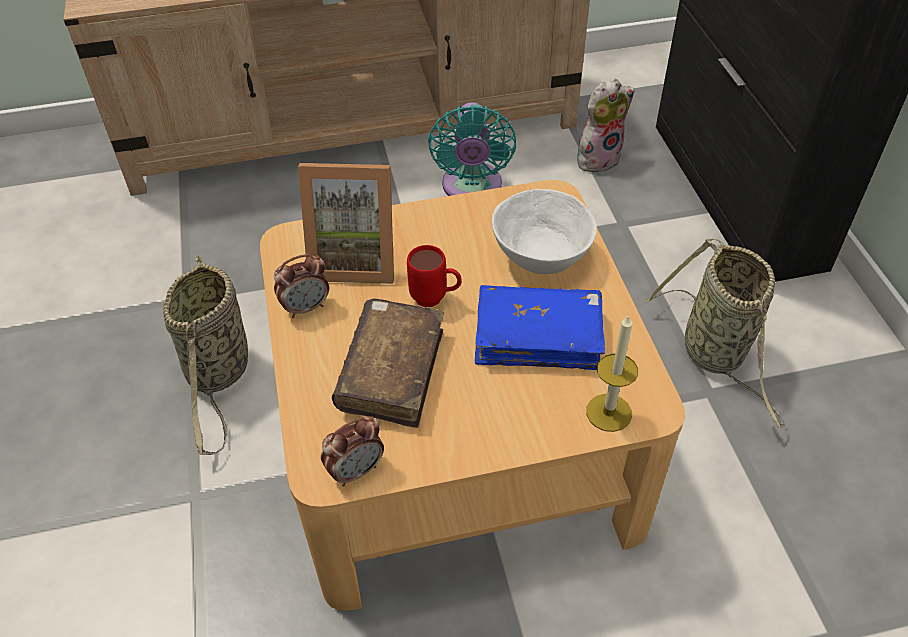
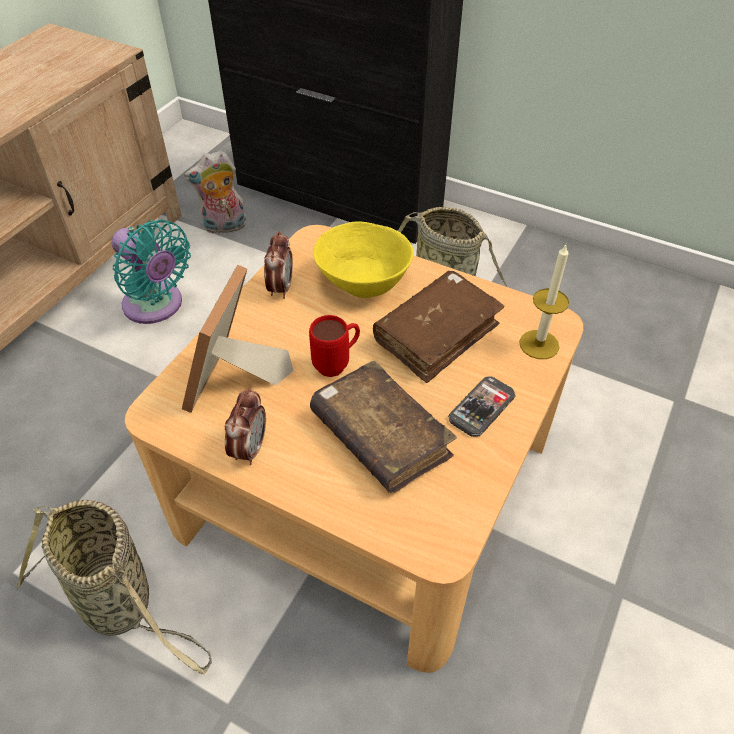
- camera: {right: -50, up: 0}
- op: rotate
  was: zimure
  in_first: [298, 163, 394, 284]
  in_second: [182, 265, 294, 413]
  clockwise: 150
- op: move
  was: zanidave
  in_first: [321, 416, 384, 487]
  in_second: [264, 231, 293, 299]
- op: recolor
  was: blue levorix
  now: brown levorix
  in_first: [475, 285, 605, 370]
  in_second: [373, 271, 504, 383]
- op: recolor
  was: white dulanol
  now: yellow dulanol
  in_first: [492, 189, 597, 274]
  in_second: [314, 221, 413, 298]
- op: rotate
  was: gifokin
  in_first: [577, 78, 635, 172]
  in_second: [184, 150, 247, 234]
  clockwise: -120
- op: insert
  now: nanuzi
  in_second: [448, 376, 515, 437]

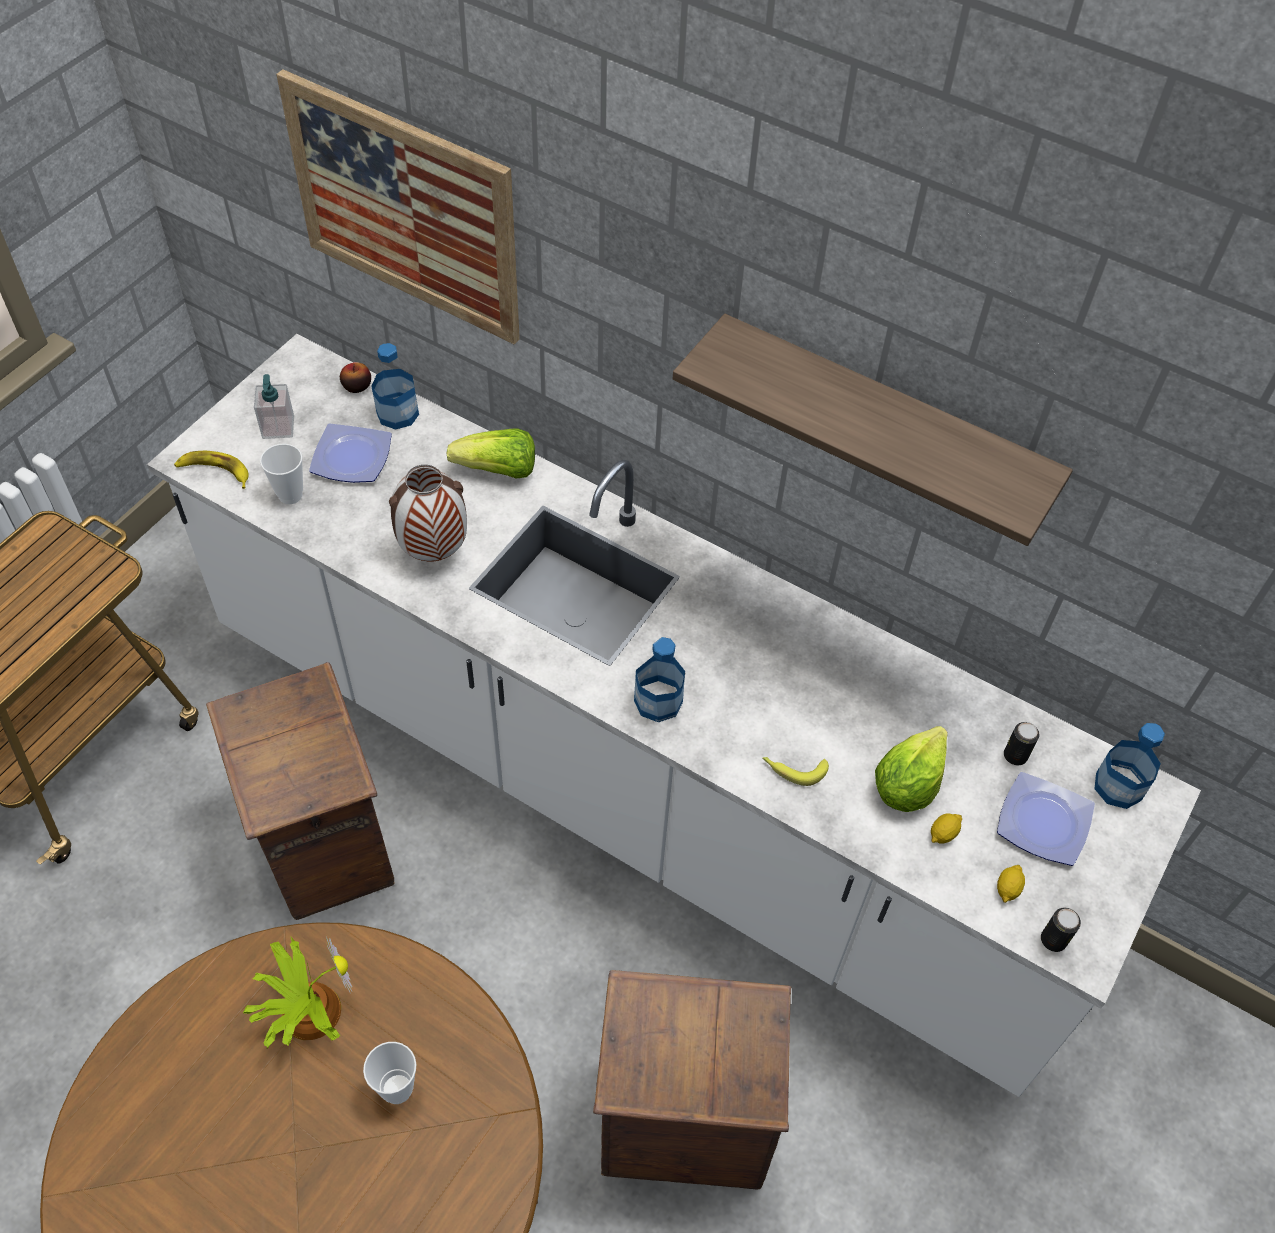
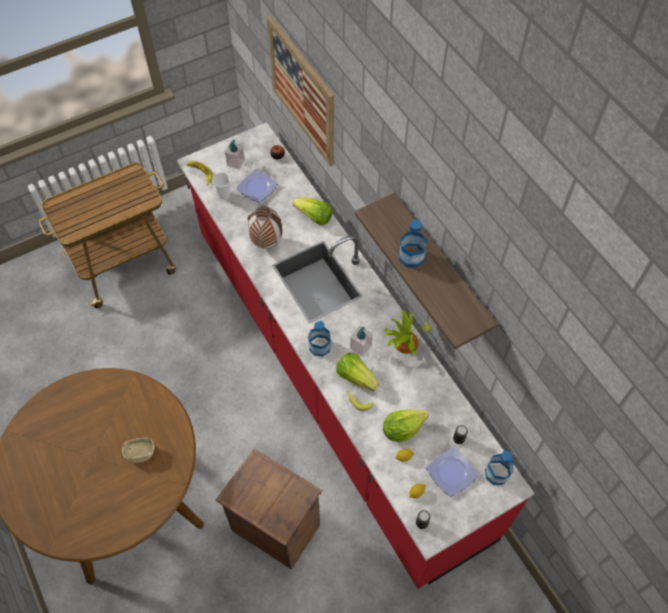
- camera: {right: 30, up: 5}
- op: recolor
  was: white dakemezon
  now: red dakemezon
  in_first: [147, 334, 1201, 1097]
  in_second: [177, 122, 535, 589]
- op: delete
  was: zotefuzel
  in_first: [206, 662, 395, 920]
- op: move
  was: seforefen
  in_first: [243, 936, 352, 1049]
  in_second: [384, 310, 430, 355]
- op: replace
  was: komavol
  now: beige dulanol
  in_first: [363, 1042, 416, 1104]
  in_second: [122, 438, 155, 463]
- op: move
  was: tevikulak
  in_first: [371, 343, 419, 430]
  in_second: [399, 220, 427, 268]
- op: insert
  now: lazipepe
  in_second: [336, 353, 379, 391]
- op: insert
  now: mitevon
  in_second: [350, 326, 373, 356]

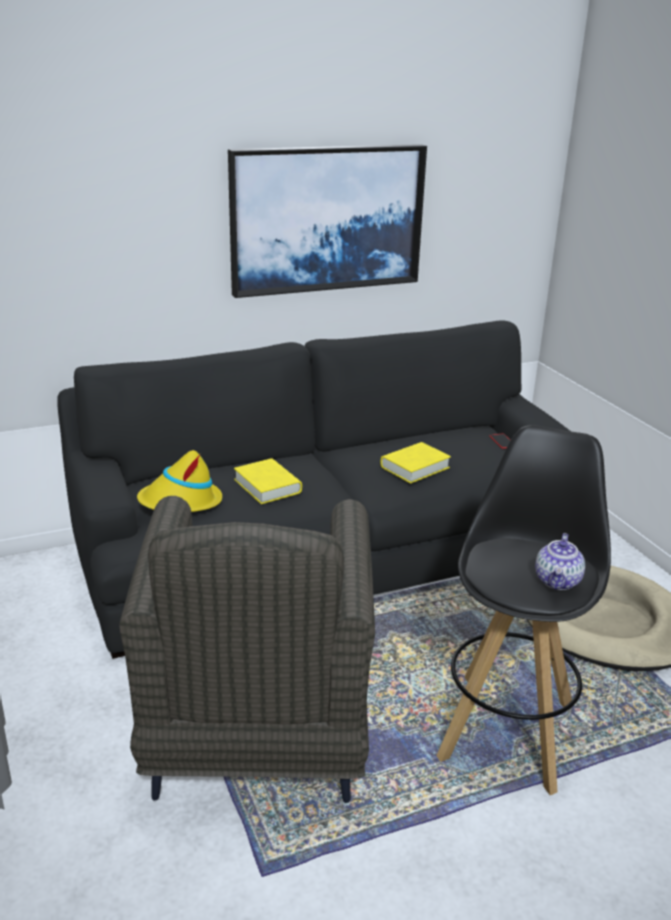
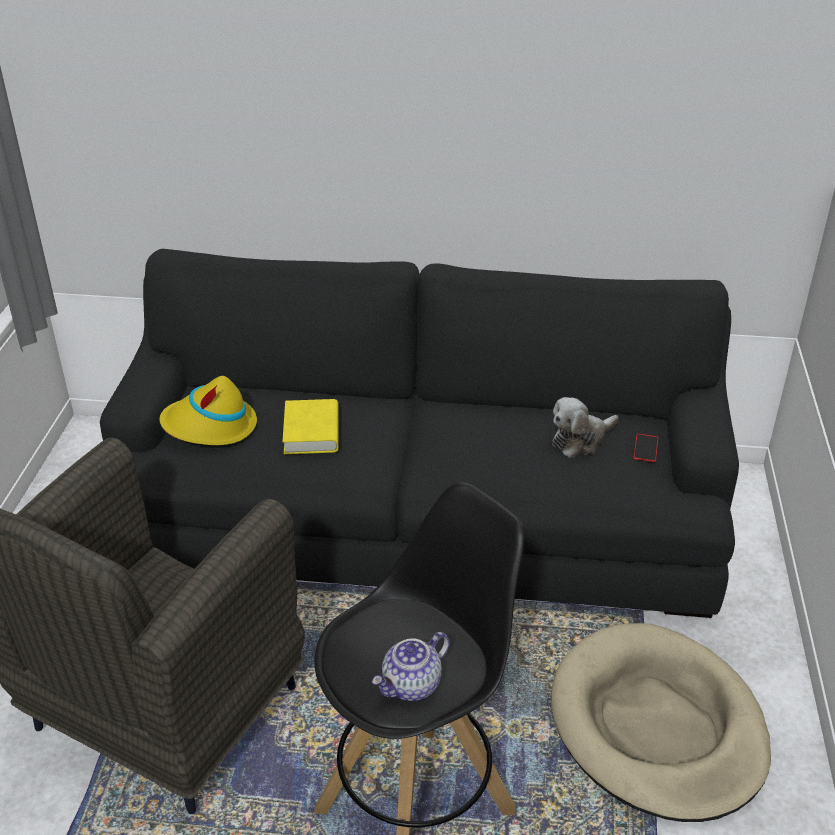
- camera: {right: 30, up: 10}
- op: delete
  was: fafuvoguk
  in_first: [228, 144, 427, 298]
- op: delete
  was: yellow levorix
  in_first: [381, 442, 451, 483]
- op: insert
  now: gifokin
  in_second: [552, 397, 618, 458]

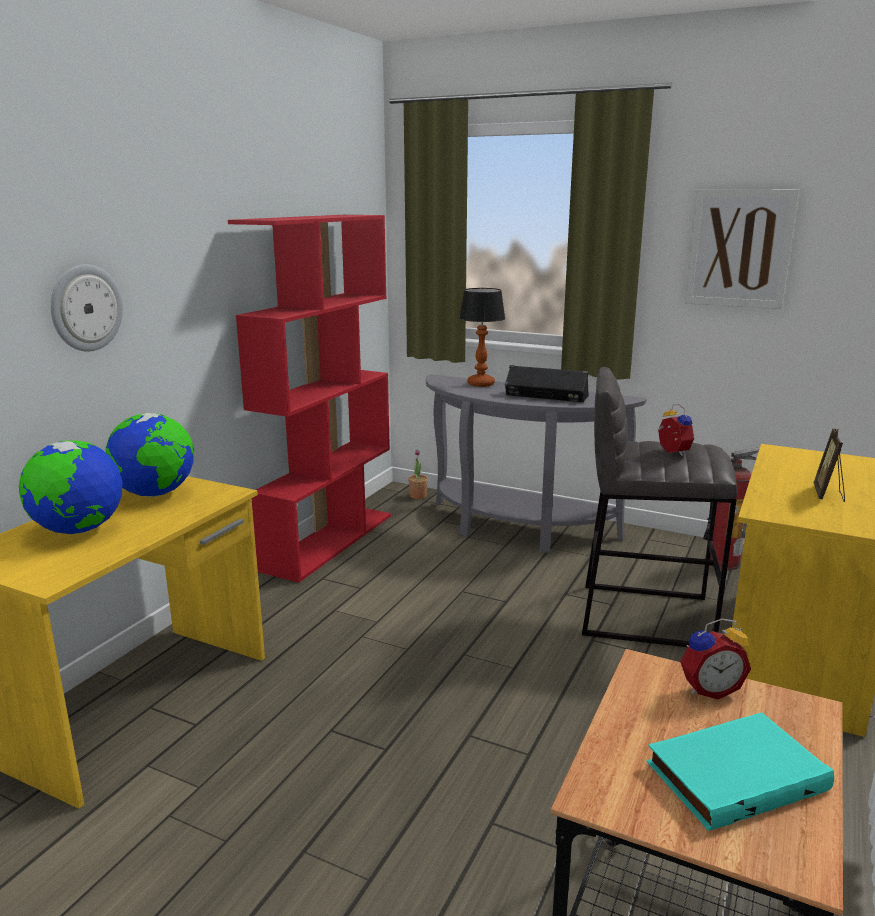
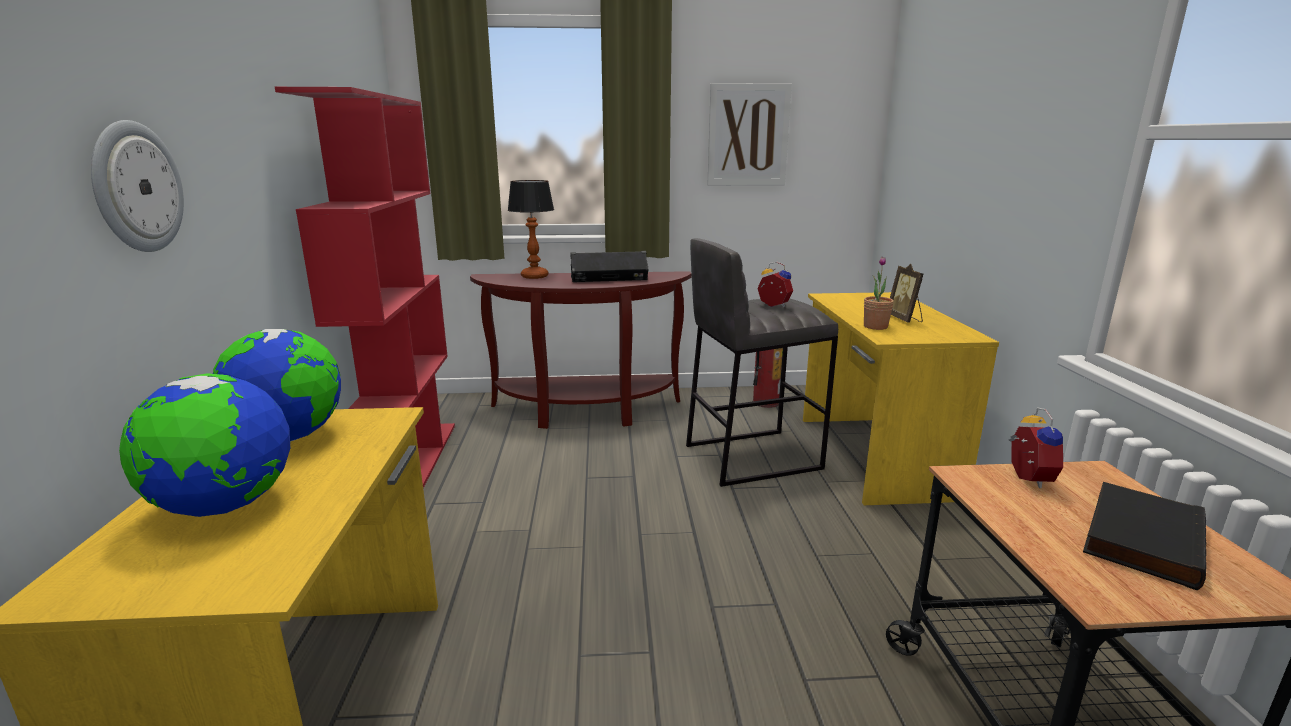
- camera: {right: -30, up: 0}
- op: move
  was: seforefen
  in_first: [408, 450, 428, 499]
  in_second: [864, 256, 894, 330]
- op: recolor
  was: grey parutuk
  now: brown parutuk
  in_first: [426, 374, 647, 553]
  in_second: [470, 271, 691, 429]
- op: recolor
  was: turquoise levorix
  now: black levorix
  in_first: [647, 712, 834, 831]
  in_second: [1083, 482, 1207, 591]
- op: rotate
  was: zanidave
  in_first: [680, 618, 751, 699]
  in_second: [1008, 408, 1063, 489]
  clockwise: -45

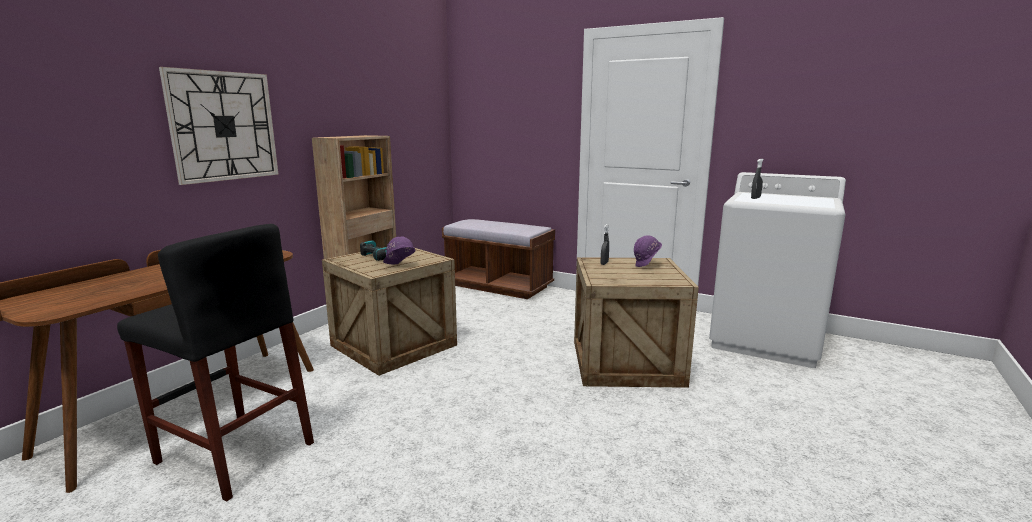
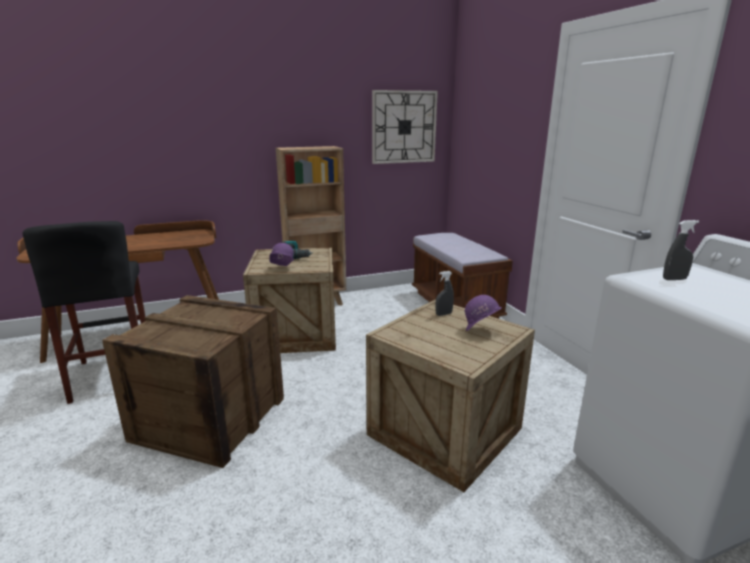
- camera: {right: 40, up: 5}
- op: move
  was: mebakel
  in_first: [159, 67, 279, 185]
  in_second: [372, 90, 438, 164]
- op: insert
  now: zotefuzel
  in_second: [102, 295, 284, 468]

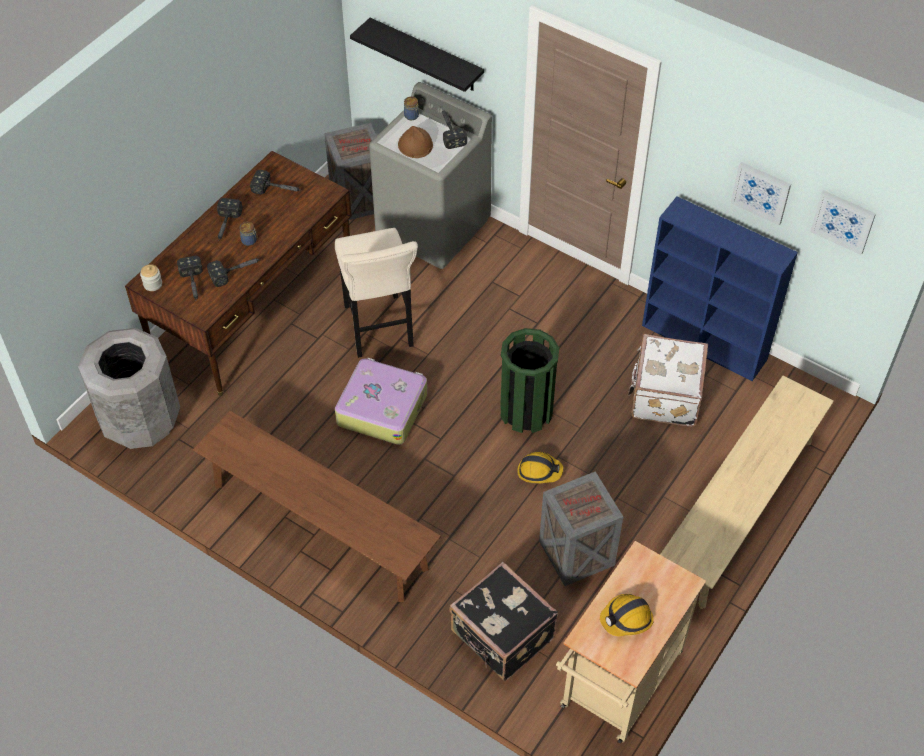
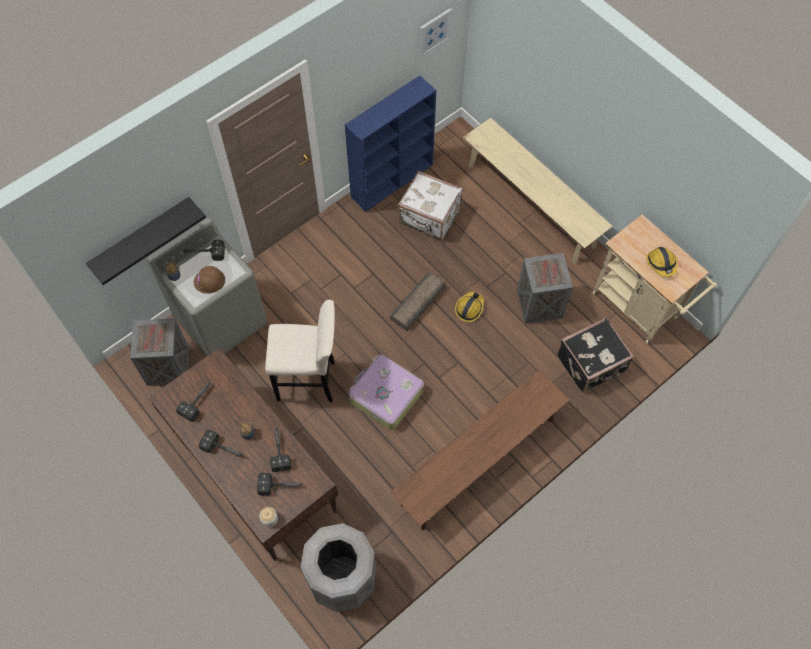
- camera: {right: -75, up: 10}
- op: replace
  was: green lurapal
  now: zotefuzel
  in_first: [500, 328, 559, 433]
  in_second: [390, 272, 446, 331]
- op: delete
  was: fafuvoguk
  in_first: [731, 162, 791, 225]

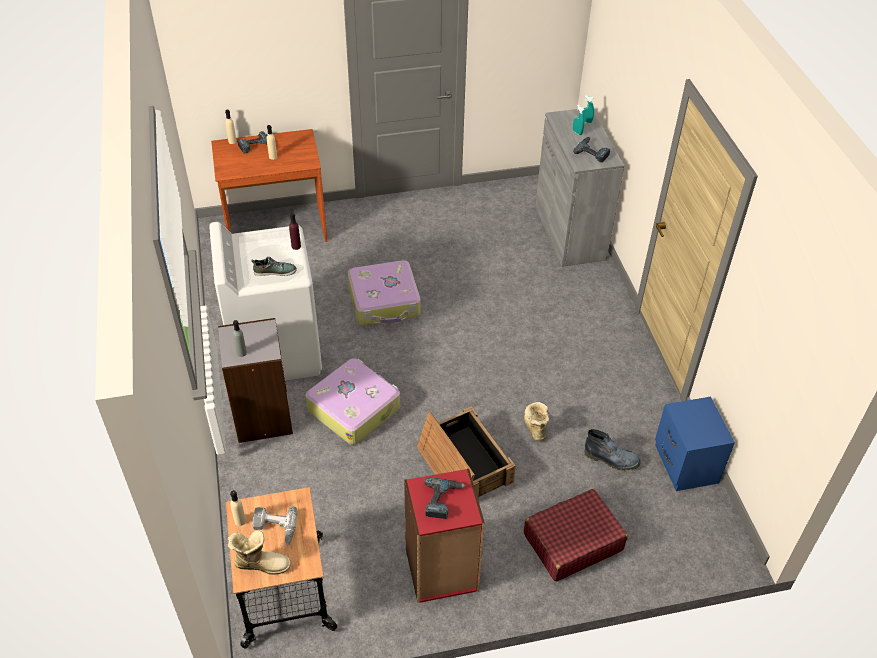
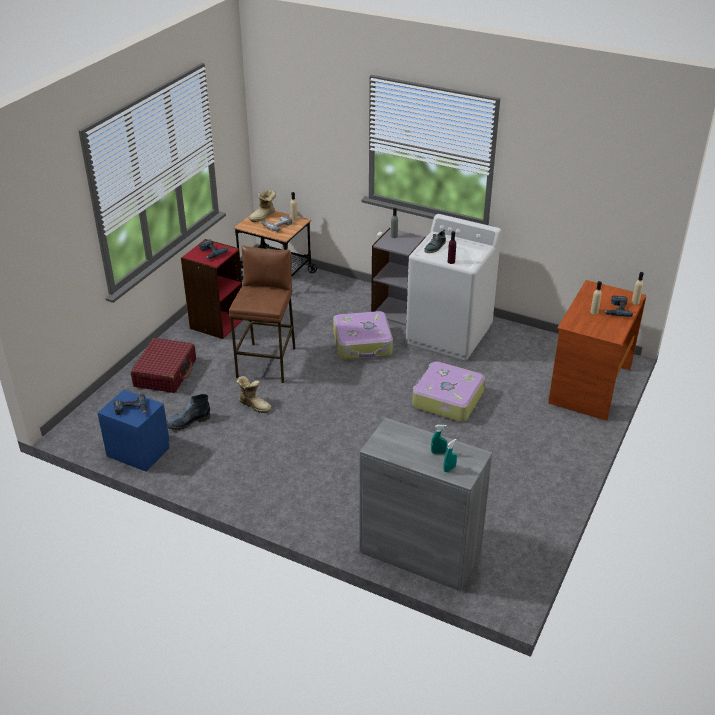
- camera: {right: 130, up: -10}
- op: replace
  was: zotefuzel
  now: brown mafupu
  in_first: [417, 406, 516, 499]
  in_second: [229, 245, 296, 383]
- op: move
  was: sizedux
  in_first: [573, 137, 610, 163]
  in_second: [113, 394, 147, 415]

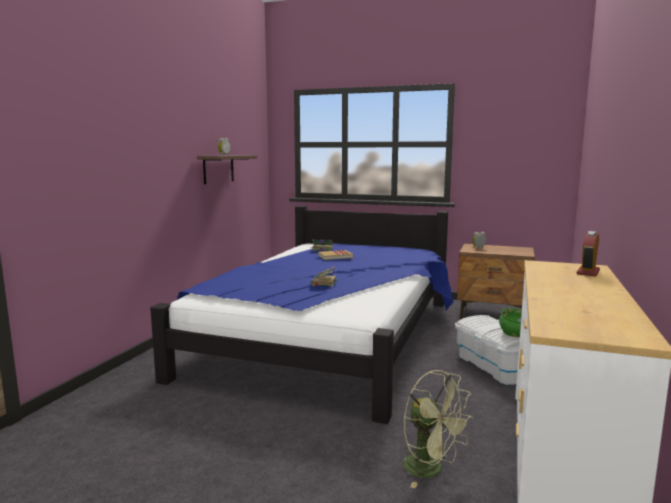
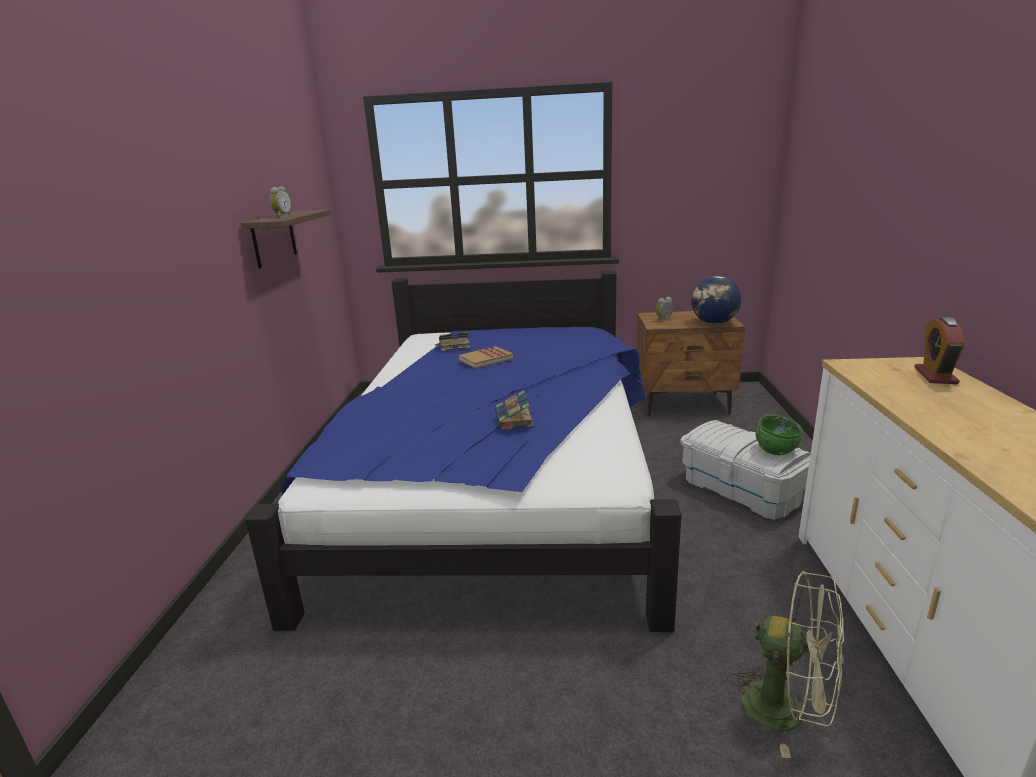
- camera: {right: -15, up: 10}
- op: insert
  now: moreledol
  in_second: [691, 276, 741, 324]

